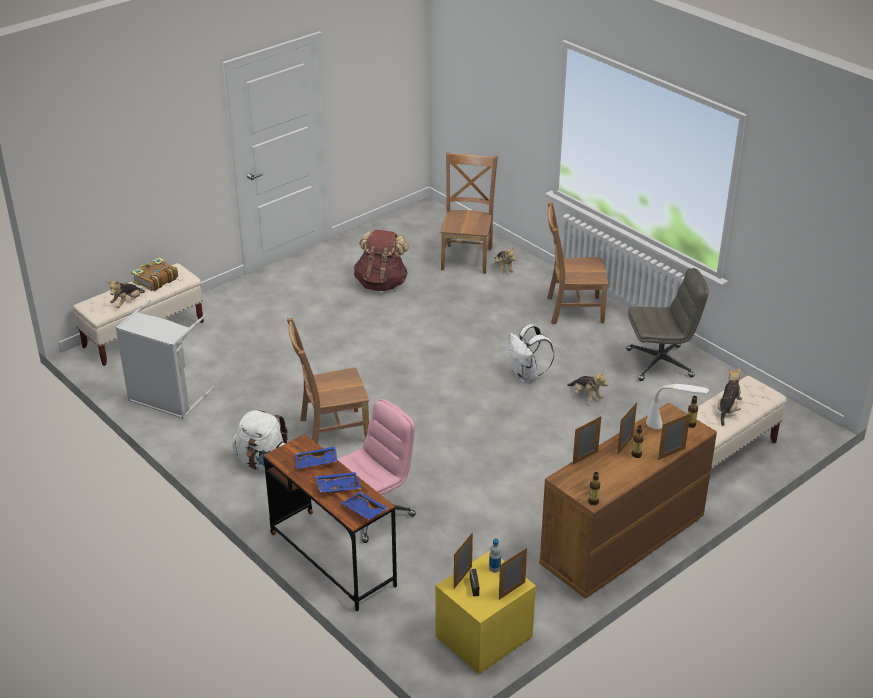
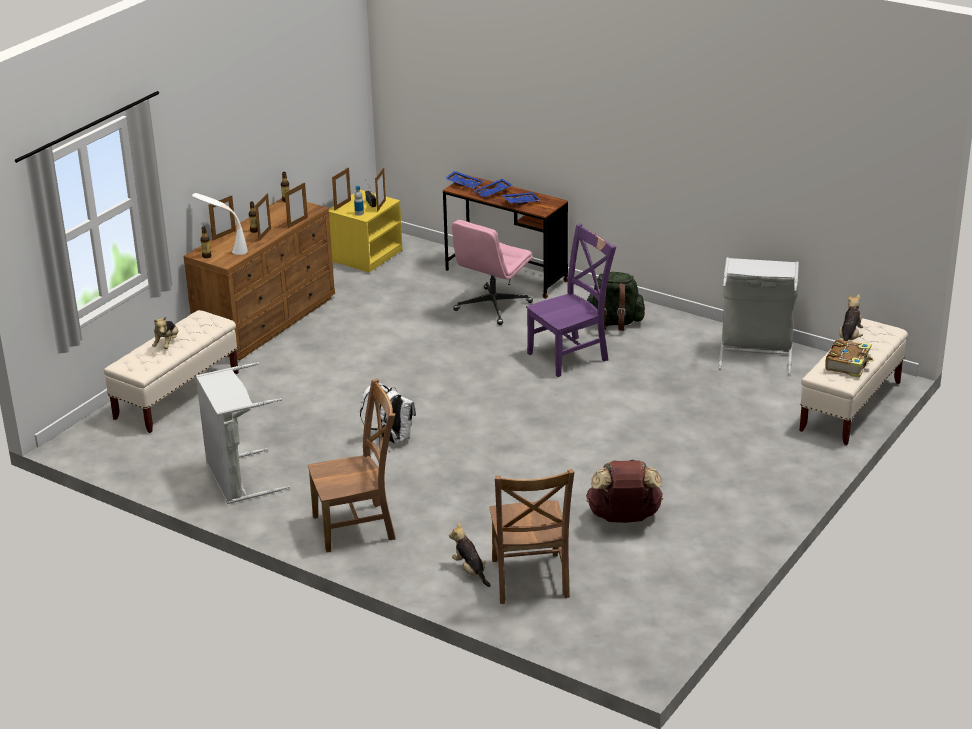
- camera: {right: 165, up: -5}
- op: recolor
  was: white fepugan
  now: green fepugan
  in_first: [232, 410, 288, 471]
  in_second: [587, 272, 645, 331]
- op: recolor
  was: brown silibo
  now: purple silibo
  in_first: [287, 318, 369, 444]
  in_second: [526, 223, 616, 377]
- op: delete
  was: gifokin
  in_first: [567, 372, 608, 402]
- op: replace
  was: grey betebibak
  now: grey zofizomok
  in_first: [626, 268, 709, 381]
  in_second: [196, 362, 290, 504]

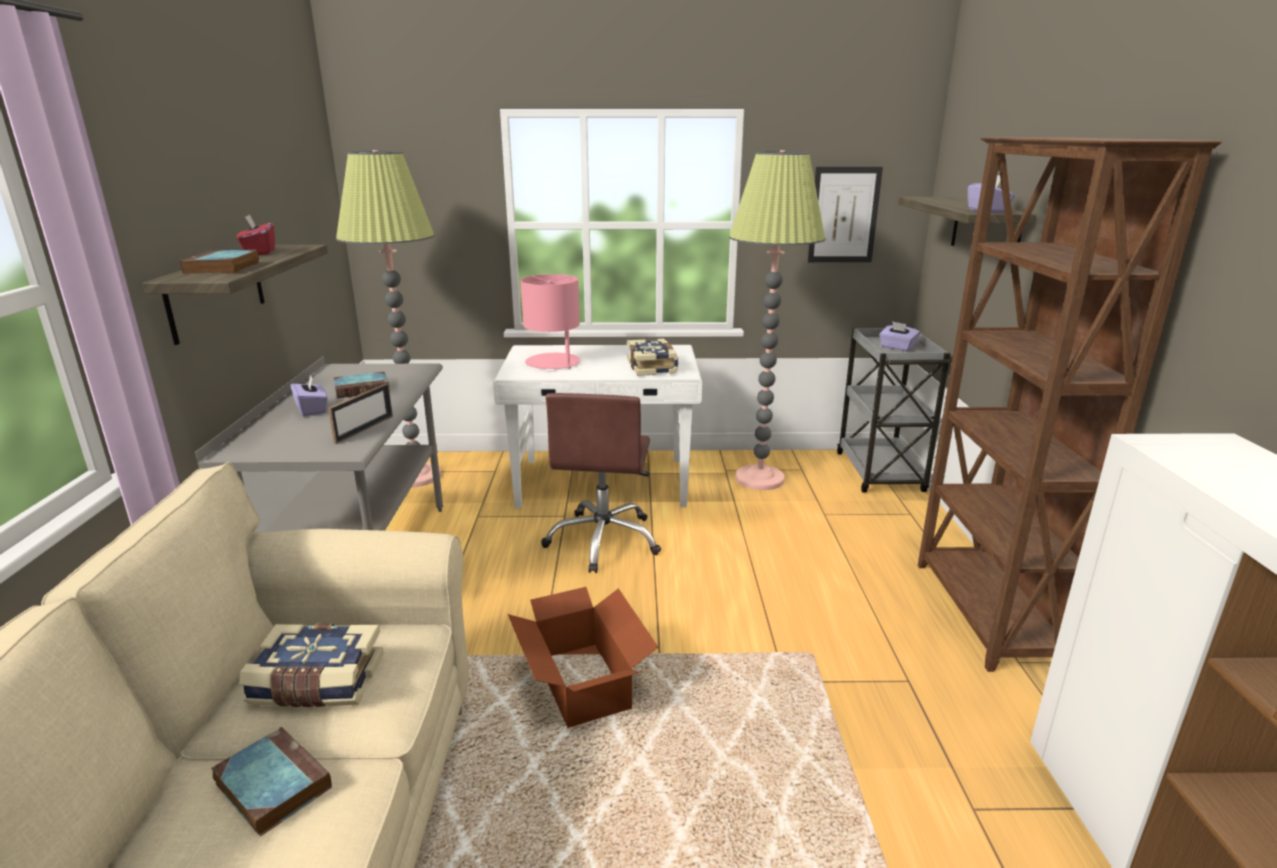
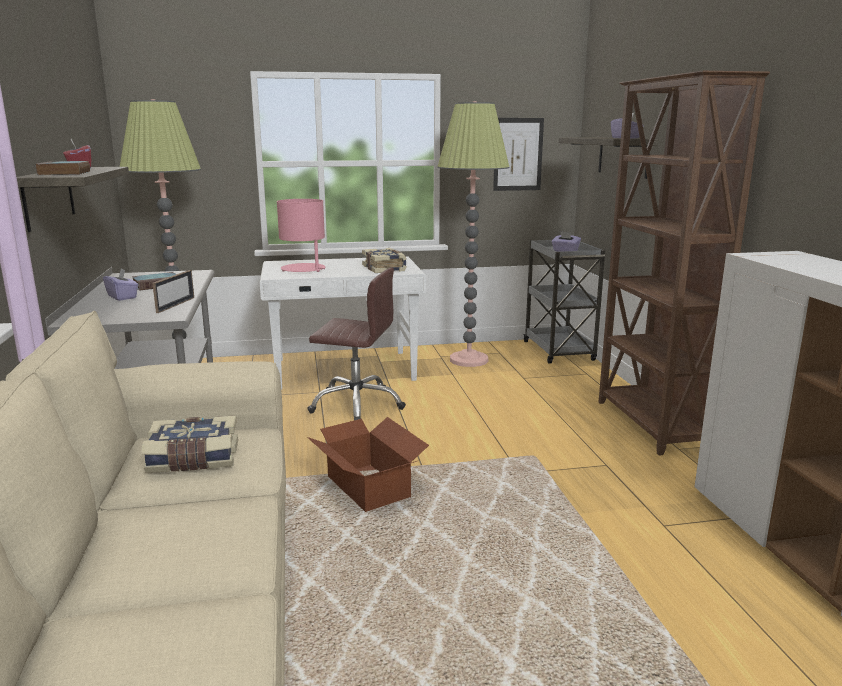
- camera: {right: -10, up: -5}
- op: delete
  was: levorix
  in_first: [211, 727, 332, 837]
- op: rotate
  was: brown betebibak
  in_first: [541, 393, 661, 573]
  in_second: [307, 268, 406, 420]
  clockwise: -75

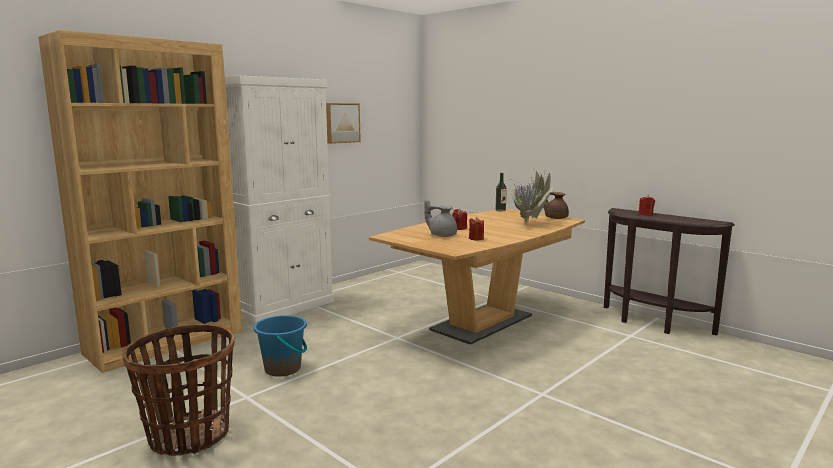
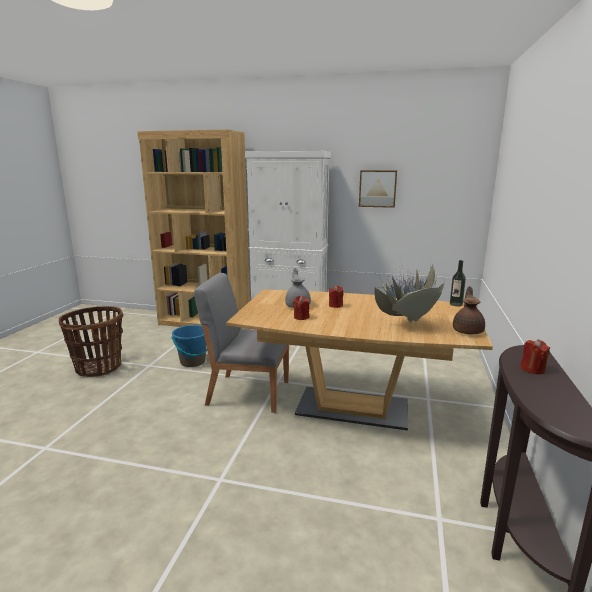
- camera: {right: 60, up: 5}
- op: insert
  now: grey silibo
  in_second: [194, 273, 289, 413]

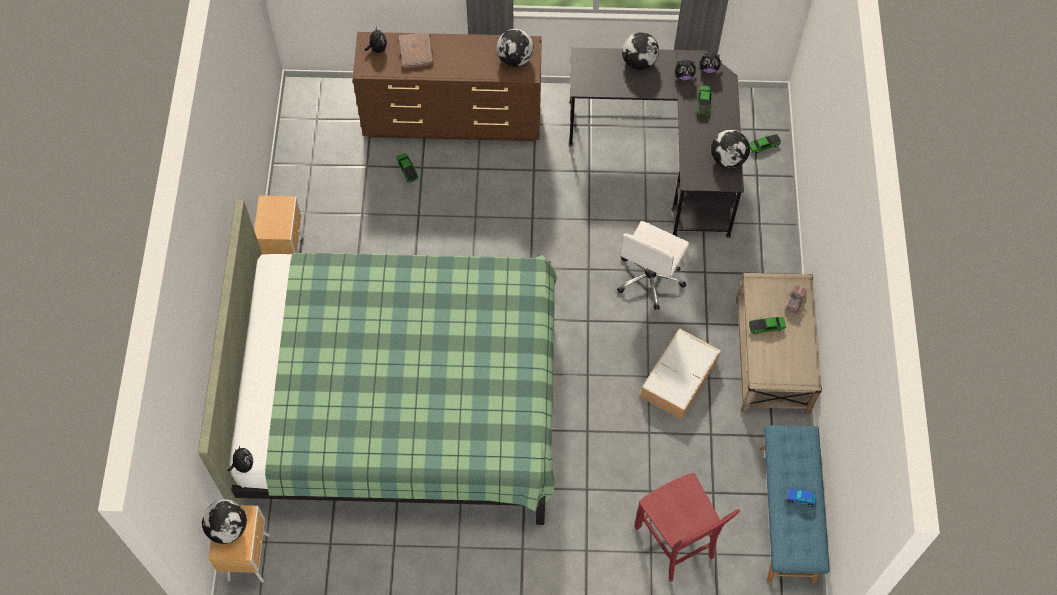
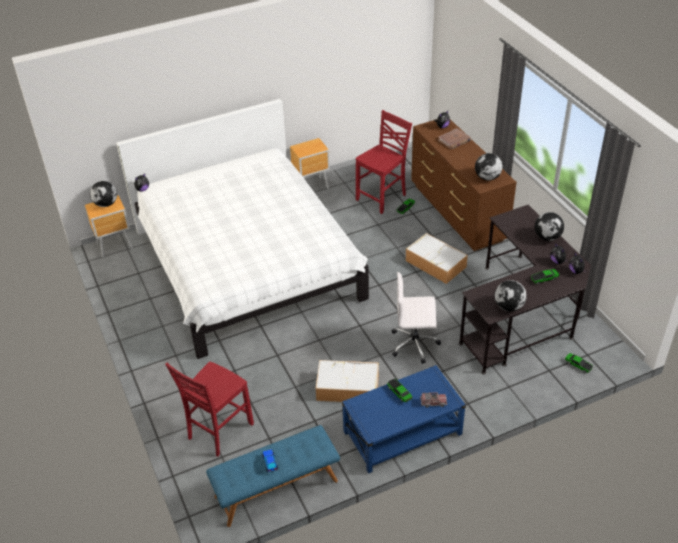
- camera: {right: 65, up: -20}
- op: recolor
  was: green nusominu
  now: white nusominu
  in_first: [198, 200, 557, 525]
  in_second: [116, 99, 369, 359]
- op: recolor
  was: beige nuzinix
  now: blue nuzinix
  in_first: [736, 272, 822, 414]
  in_second: [342, 365, 466, 473]
- op: insert
  now: red silibo
  in_second: [356, 110, 412, 214]
- op: insert
  now: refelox
  in_second: [405, 233, 468, 284]

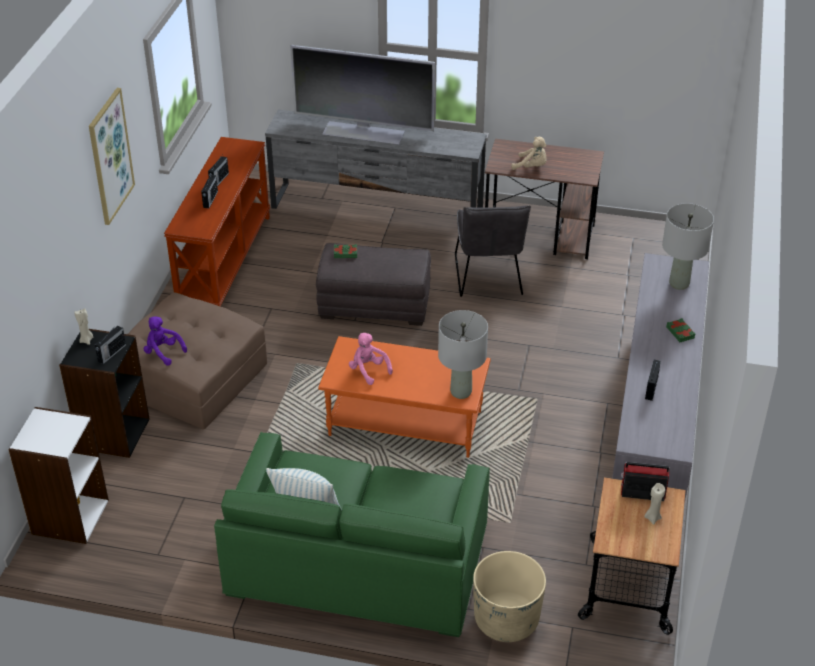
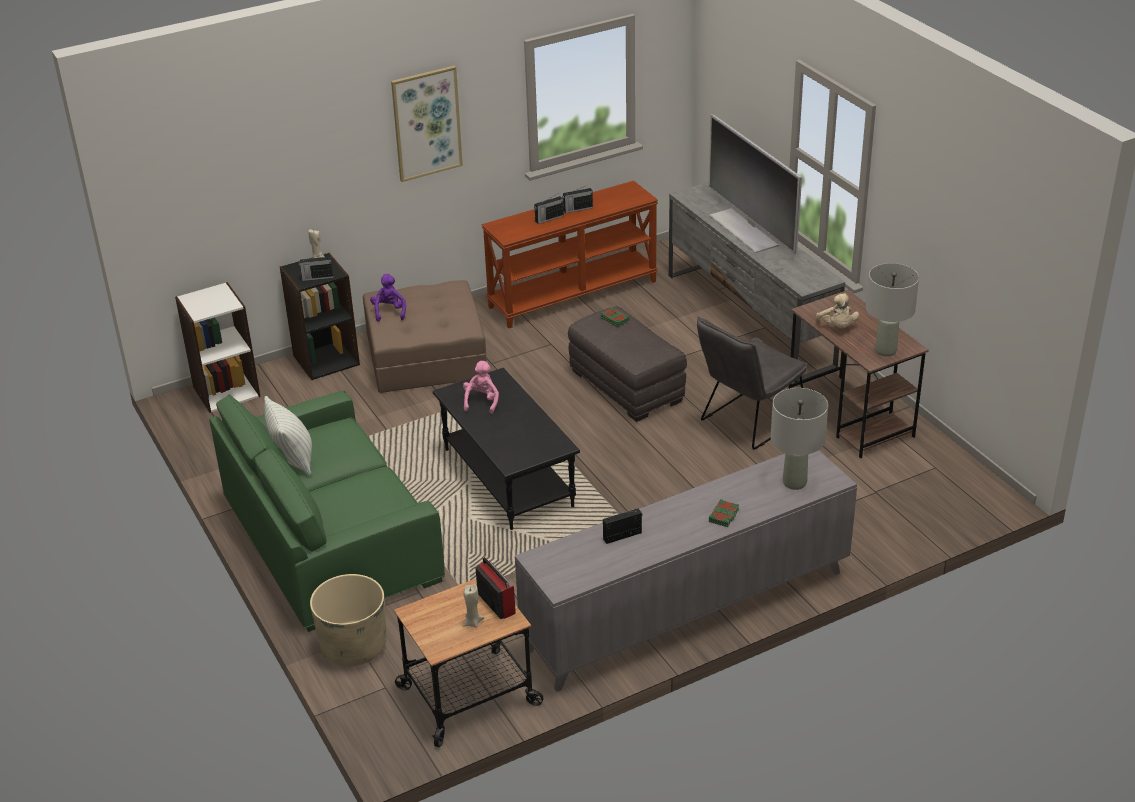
- camera: {right: 50, up: -5}
- op: recolor
  was: orange nuzinix
  now: black nuzinix
  in_first: [318, 336, 491, 458]
  in_second: [433, 368, 580, 530]
- op: move
  was: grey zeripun
  in_first: [438, 310, 488, 399]
  in_second: [866, 263, 919, 357]

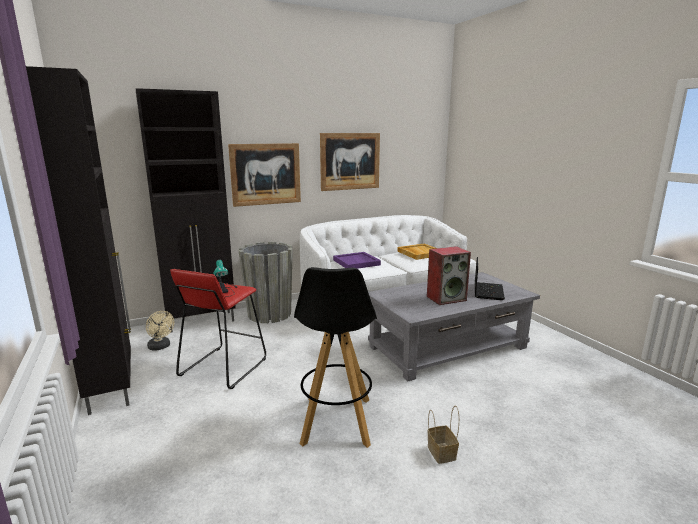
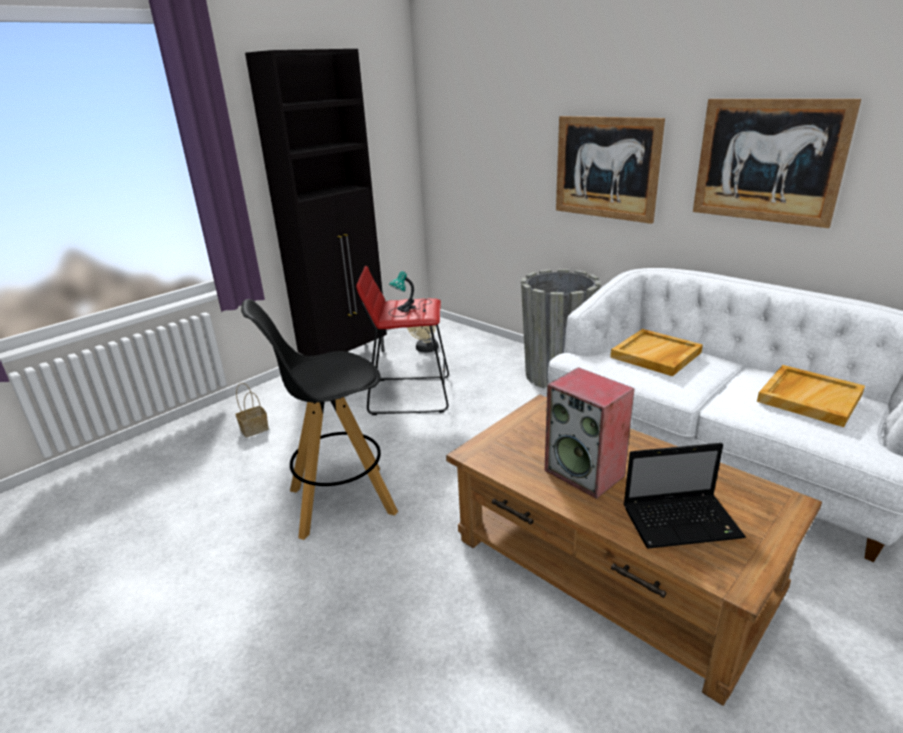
- camera: {right: 70, up: 10}
- op: delete
  was: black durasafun
  in_first: [136, 88, 236, 333]
- op: recolor
  was: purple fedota
  now: beige fedota
  in_first: [333, 252, 381, 269]
  in_second: [610, 329, 703, 376]
- op: recolor
  was: grey nuzinix
  now: brown nuzinix
  in_first: [368, 272, 540, 381]
  in_second: [446, 395, 822, 706]
- op: move
  was: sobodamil
  in_first: [428, 406, 459, 464]
  in_second: [235, 383, 269, 438]

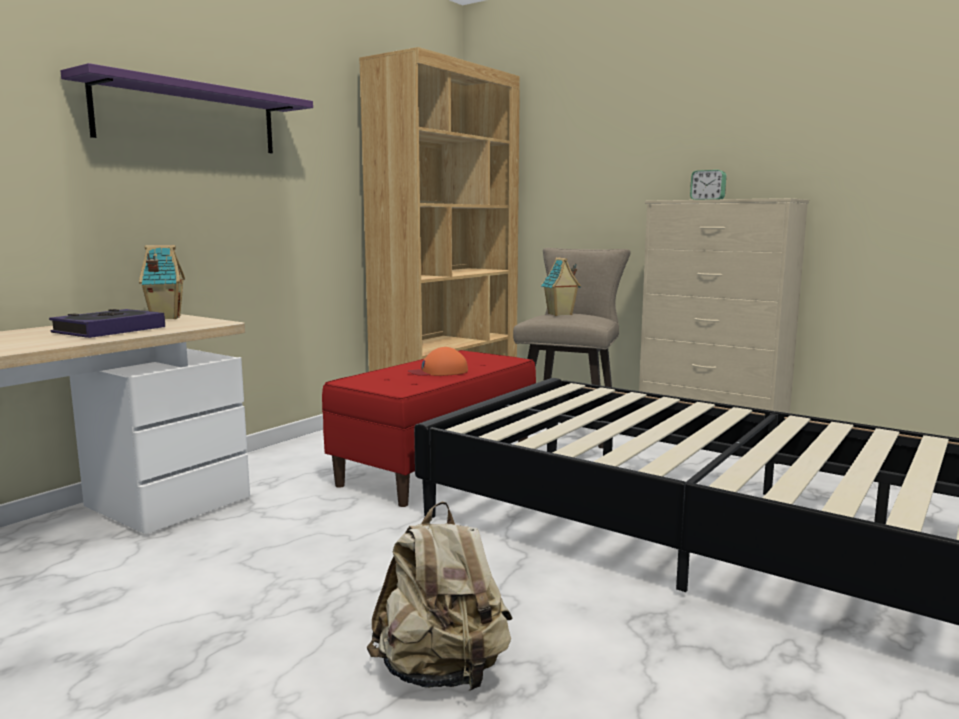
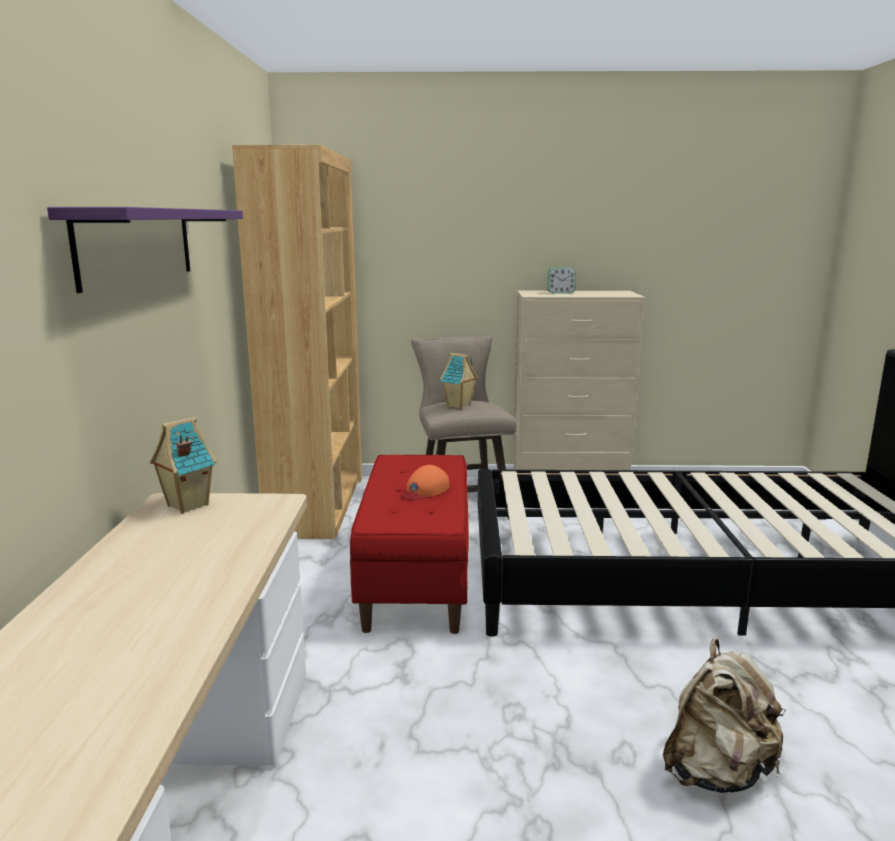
- camera: {right: -35, up: 5}
- op: delete
  was: levorix
  in_first: [49, 309, 165, 338]

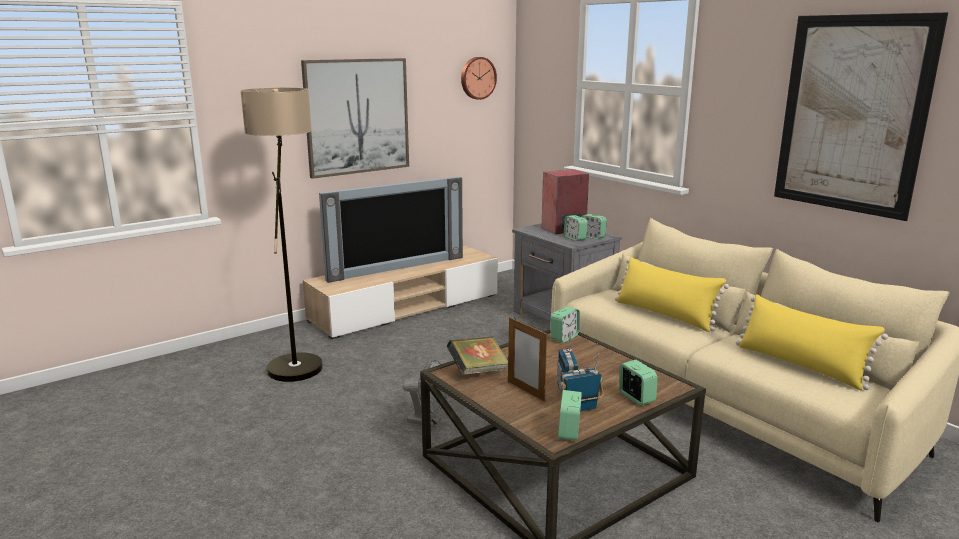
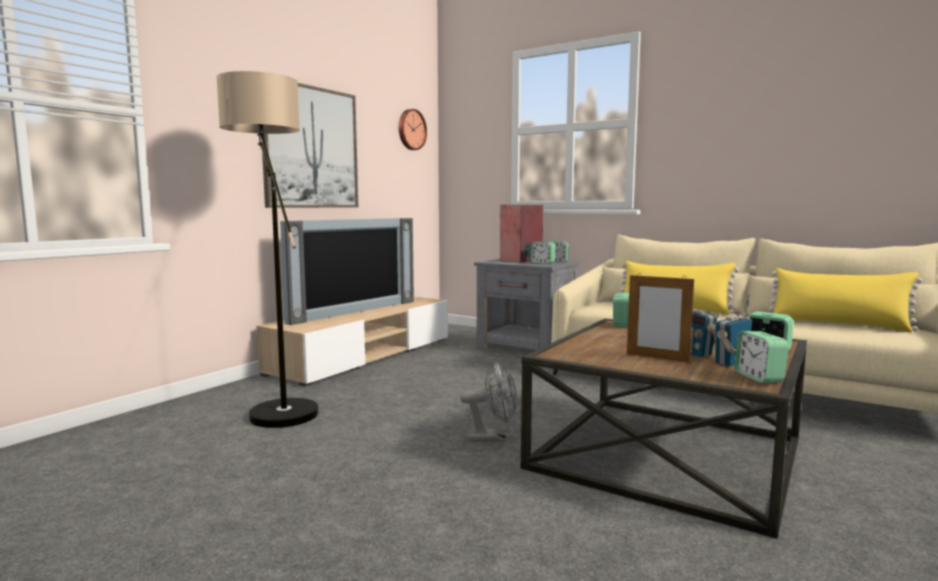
- camera: {right: -20, up: -10}
- op: delete
  was: levorix
  in_first: [447, 337, 508, 375]
- op: delete
  was: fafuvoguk
  in_first: [774, 12, 948, 221]

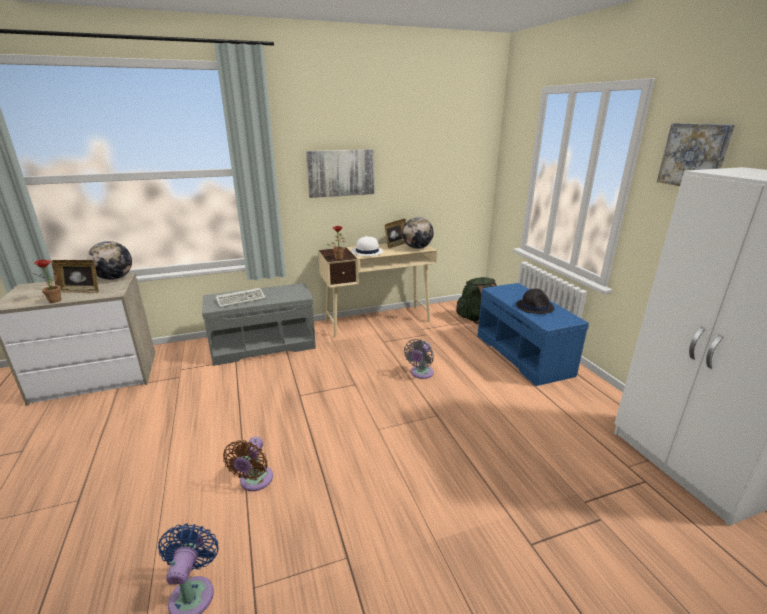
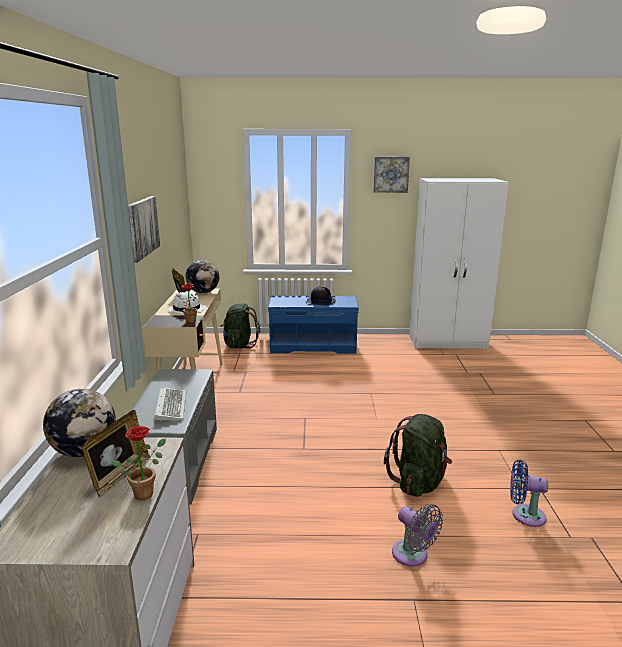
- camera: {right: -70, up: -5}
- op: replace
  was: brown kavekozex
  now: green fepugan
  in_first: [223, 437, 273, 491]
  in_second: [384, 414, 452, 497]
- op: move
  was: grey kavekozex
  in_first: [404, 339, 434, 379]
  in_second: [392, 504, 443, 567]

